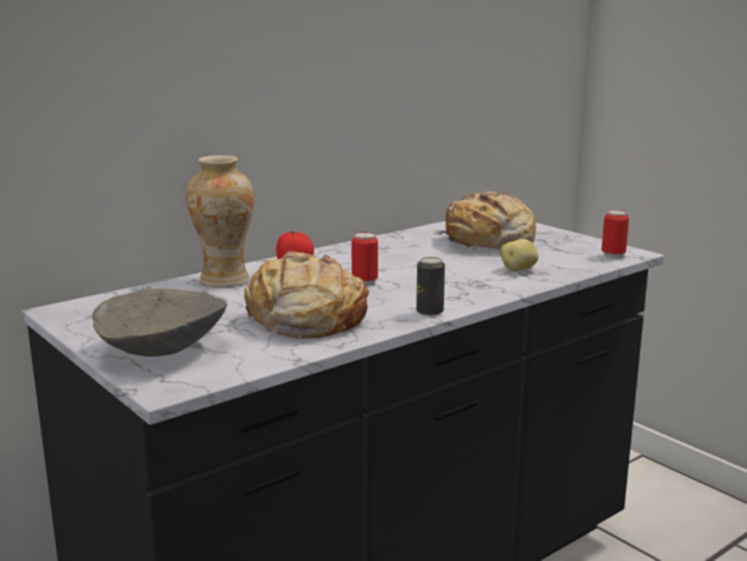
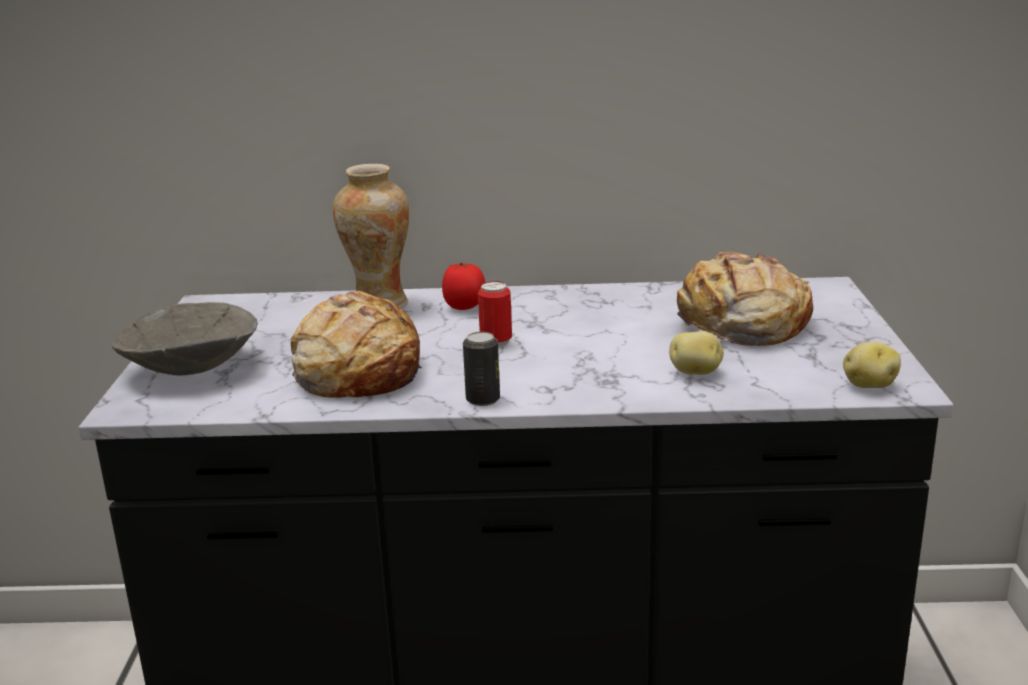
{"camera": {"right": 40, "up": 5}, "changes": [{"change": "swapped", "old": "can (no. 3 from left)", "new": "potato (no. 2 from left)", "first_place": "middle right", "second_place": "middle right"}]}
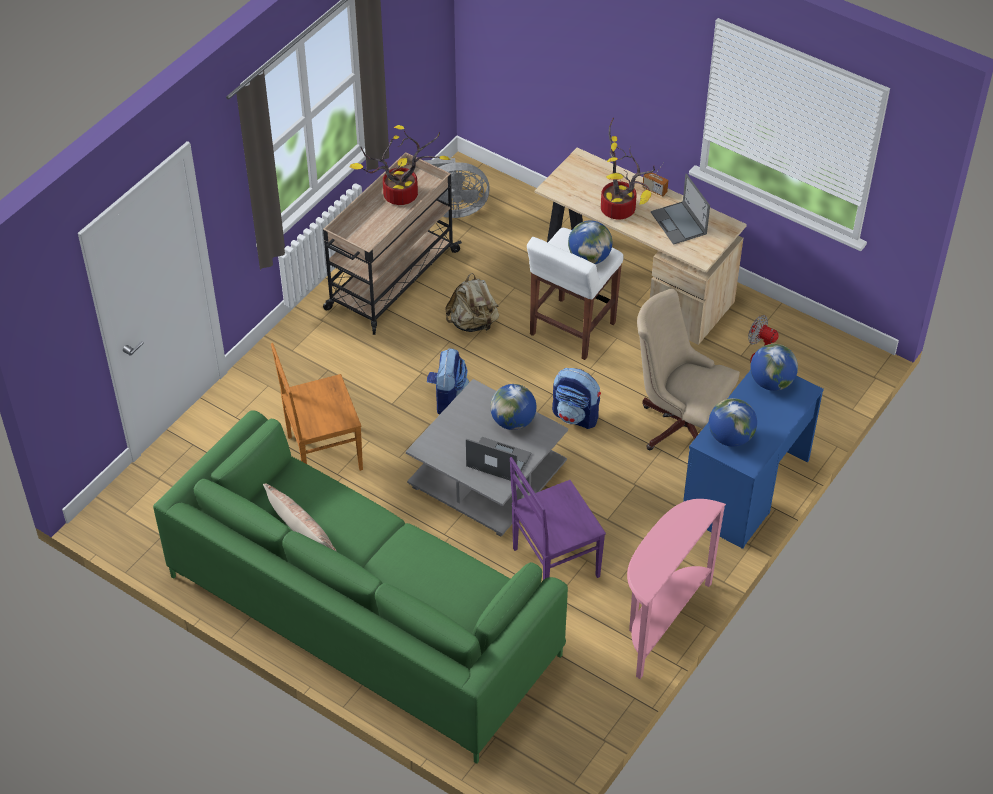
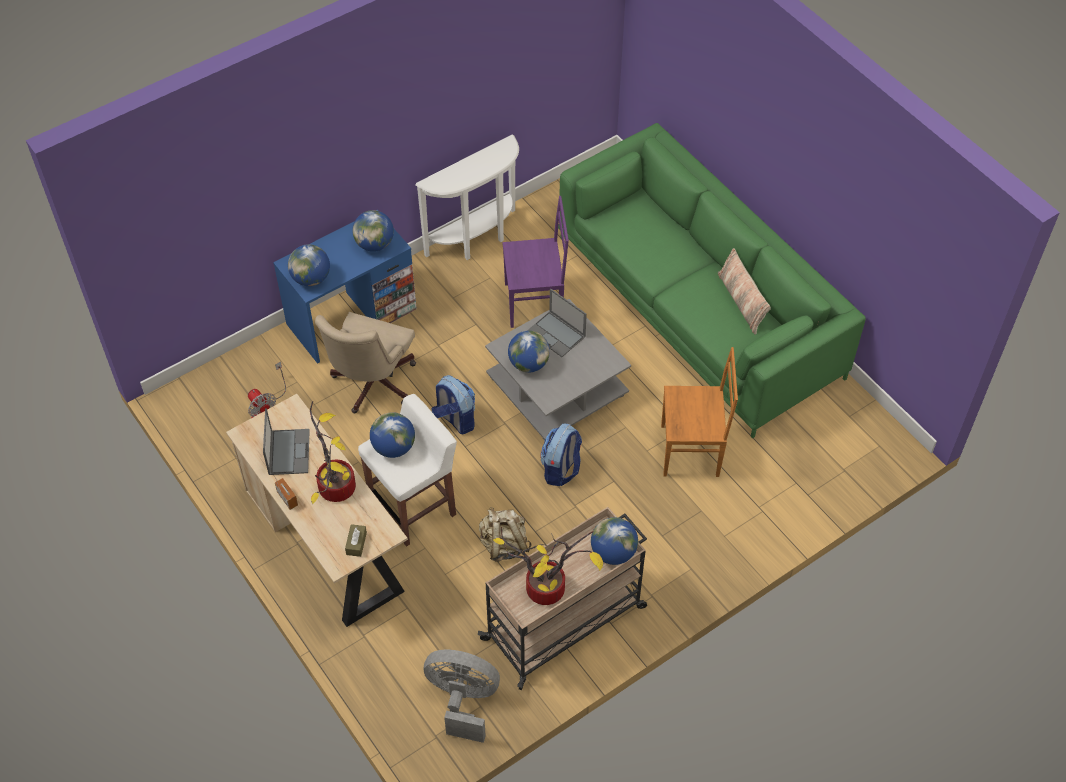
{"camera": {"right": -160, "up": 5}, "changes": [{"change": "repainted", "old": "pinkish hall table", "new": "whitish hall table", "first_place": "bottom right", "second_place": "top centre"}, {"change": "rotated", "old": "beige-coloured office chair", "first_place": "middle right", "second_place": "centre", "degrees": 60}, {"change": "new", "new": "brown tissue box", "second_place": "bottom centre"}, {"change": "new", "new": "desk globe (no. 5 from left)", "second_place": "bottom centre"}]}
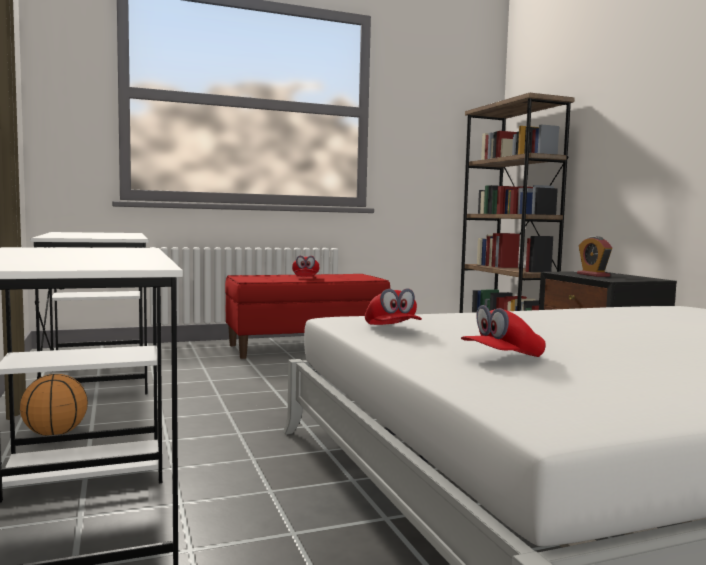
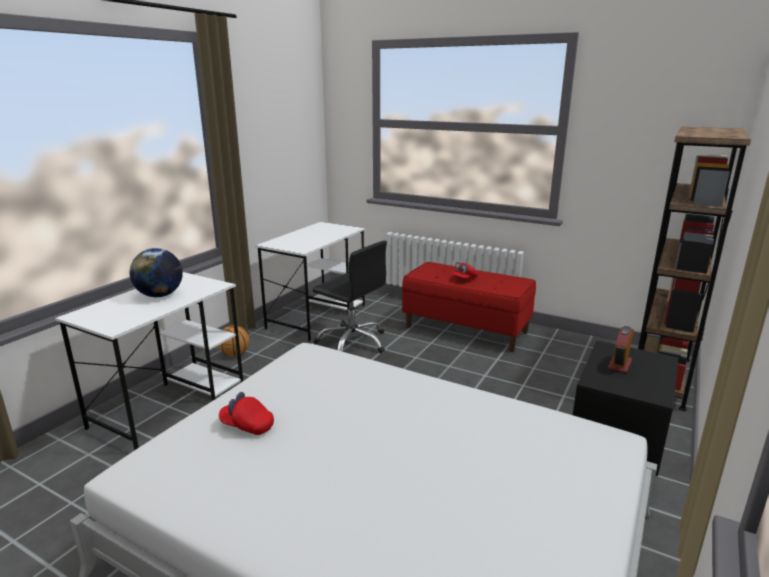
{"camera": {"right": 50, "up": 15}, "changes": [{"change": "gone", "old": "red cap (no. 2 from left)", "first_place": "centre"}, {"change": "new", "new": "desk globe", "second_place": "middle left"}, {"change": "new", "new": "black office chair", "second_place": "centre"}]}
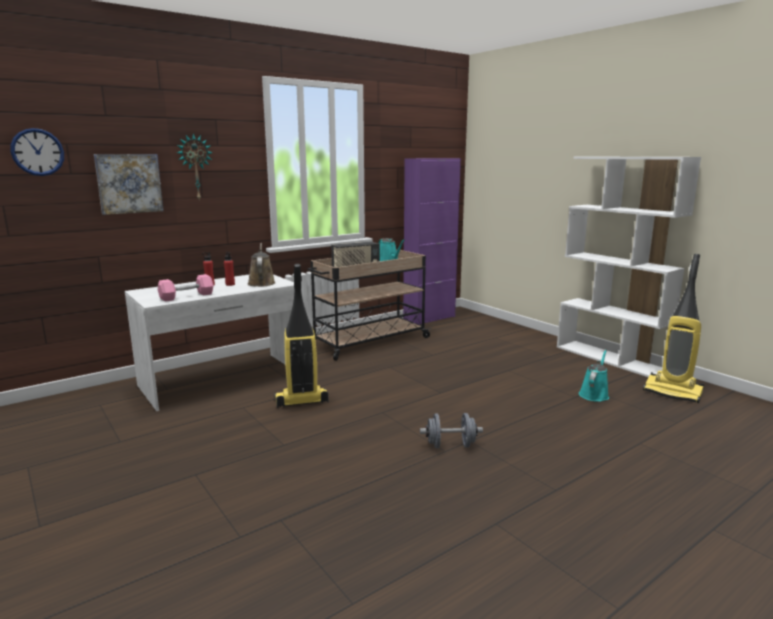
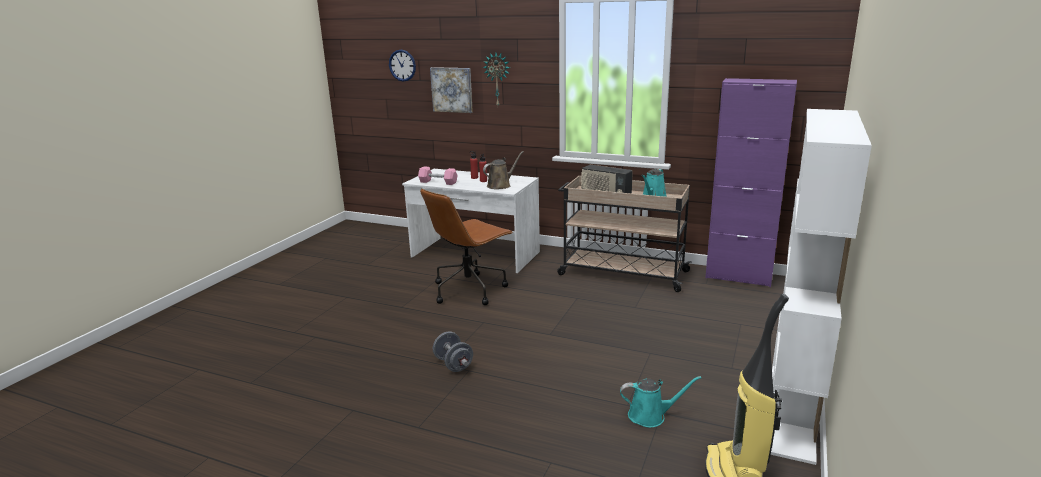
{"camera": {"right": 60, "up": 5}, "changes": [{"change": "swapped", "old": "vacuum (no. 1 from left)", "new": "brown office chair", "first_place": "centre", "second_place": "centre"}]}
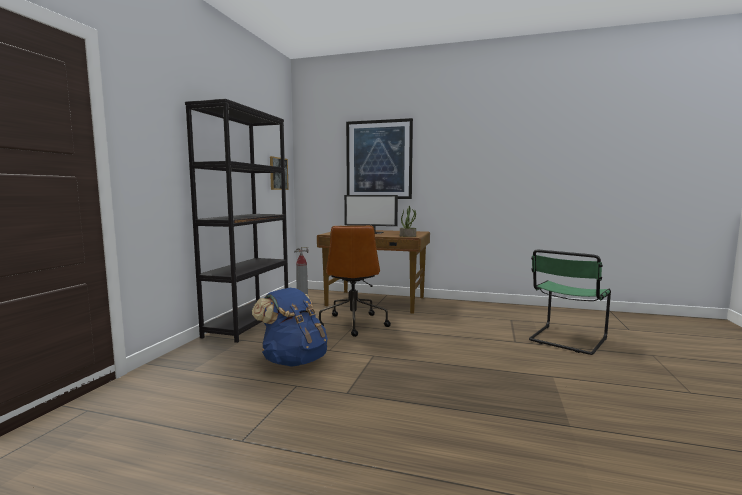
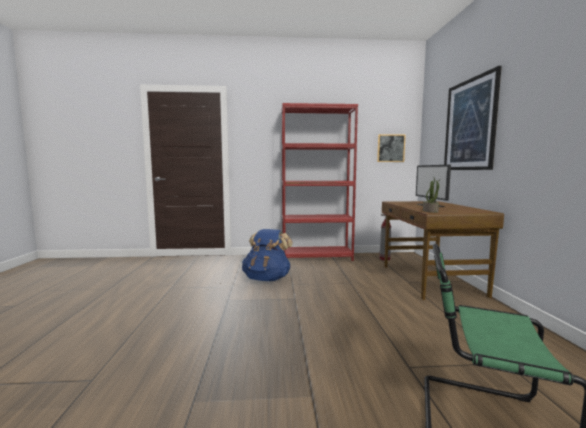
{"camera": {"right": 70, "up": 0}, "changes": [{"change": "repainted", "old": "black bookshelf", "new": "red bookshelf", "first_place": "middle left", "second_place": "centre"}, {"change": "gone", "old": "brown office chair", "first_place": "centre"}]}
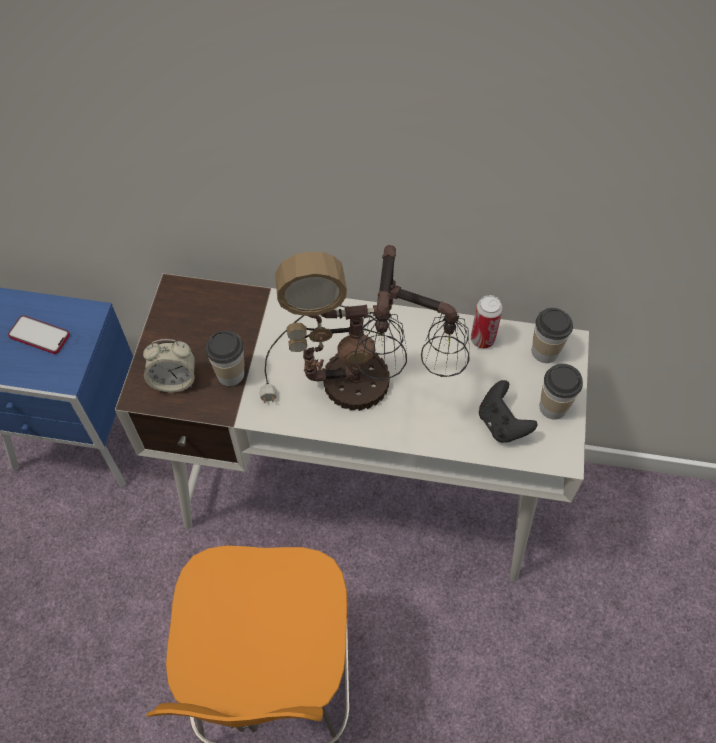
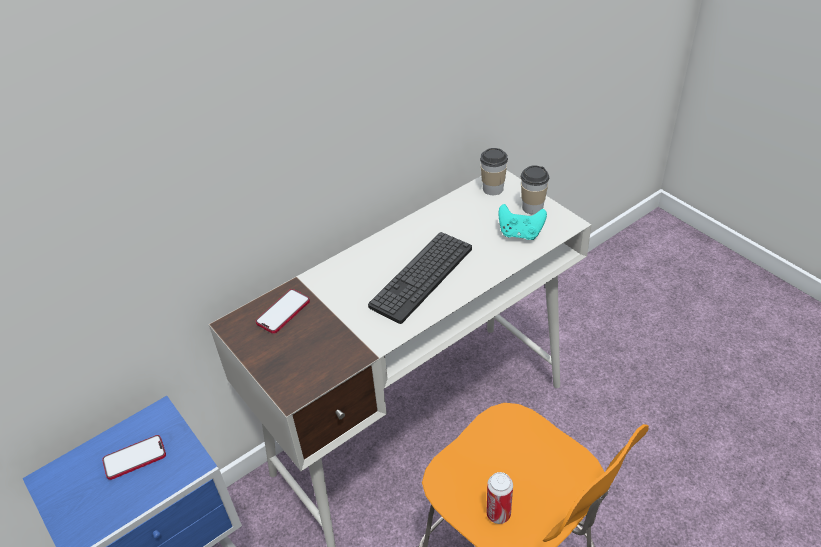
{"camera": {"right": -45, "up": -15}, "changes": [{"change": "gone", "old": "table clock", "first_place": "middle left"}, {"change": "gone", "old": "cup (no. 1 from left)", "first_place": "middle left"}, {"change": "swapped", "old": "lamp for a table", "new": "keyboard", "first_place": "centre", "second_place": "centre"}, {"change": "shifted", "old": "can", "first_place": "middle right", "second_place": "bottom centre"}, {"change": "repainted", "old": "black joypad", "new": "blue-green joypad", "first_place": "middle right", "second_place": "centre"}, {"change": "new", "new": "phone (no. 2 from left)", "second_place": "centre"}]}
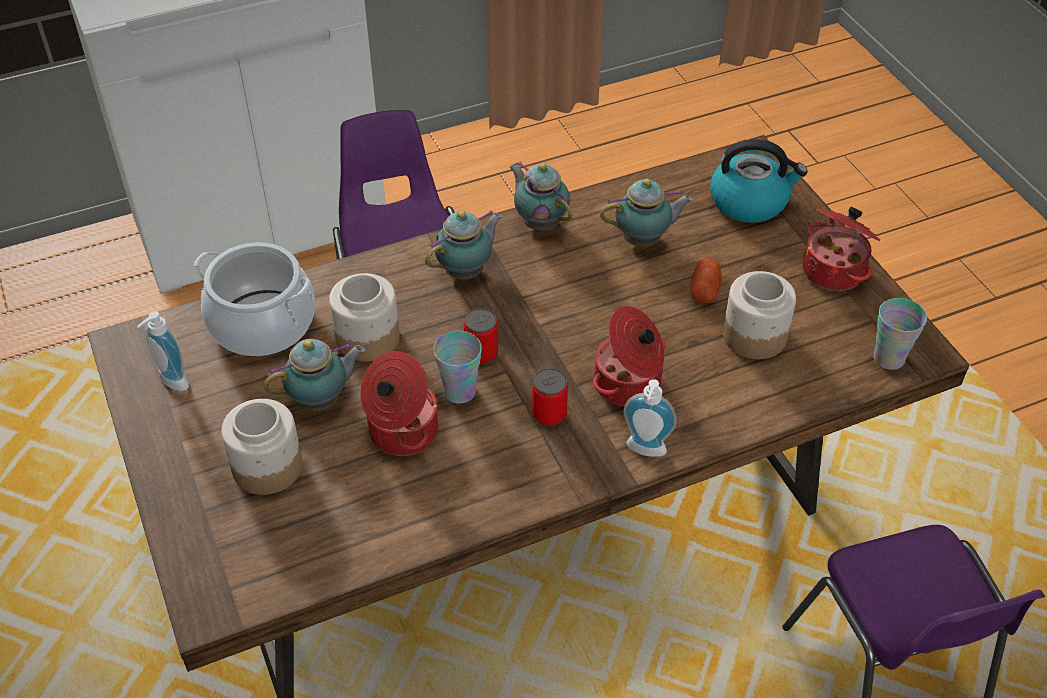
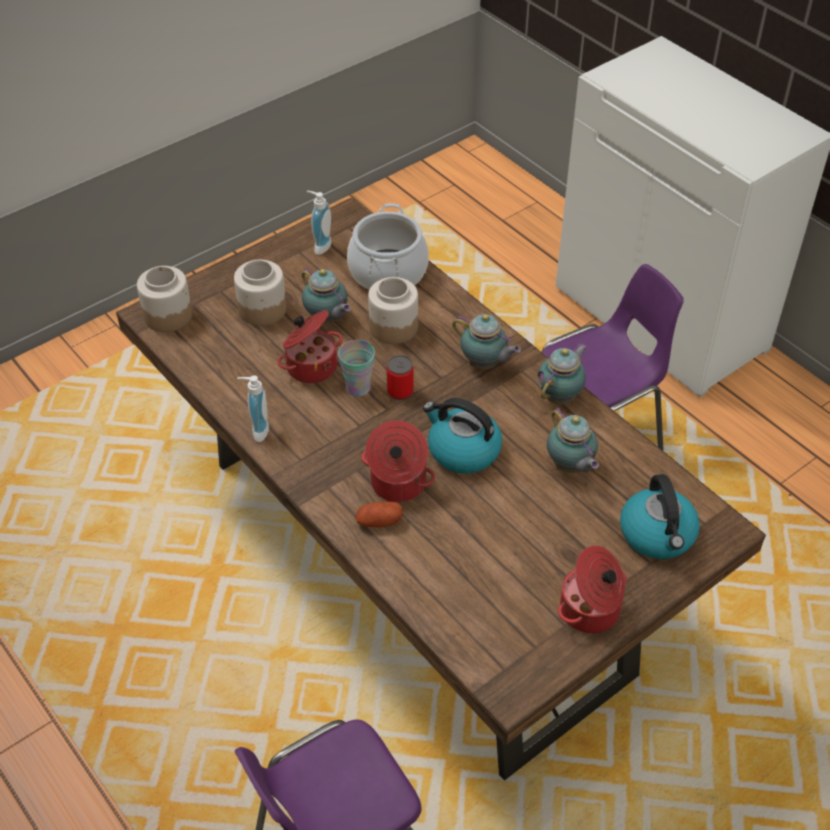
{"camera": {"right": 75, "up": 0}, "changes": [{"change": "gone", "old": "can (no. 2 from left)", "first_place": "centre"}, {"change": "shifted", "old": "soap dispenser (no. 2 from left in the first image)", "new": "soap dispenser (no. 1 from left)", "first_place": "centre", "second_place": "middle left"}, {"change": "shifted", "old": "potato", "first_place": "middle right", "second_place": "centre"}, {"change": "shifted", "old": "preserve jar (no. 3 from left in the first image)", "new": "preserve jar (no. 1 from left)", "first_place": "middle right", "second_place": "middle left"}, {"change": "gone", "old": "cup (no. 2 from left)", "first_place": "middle right"}, {"change": "new", "new": "water kettle (no. 1 from left)", "second_place": "centre"}]}
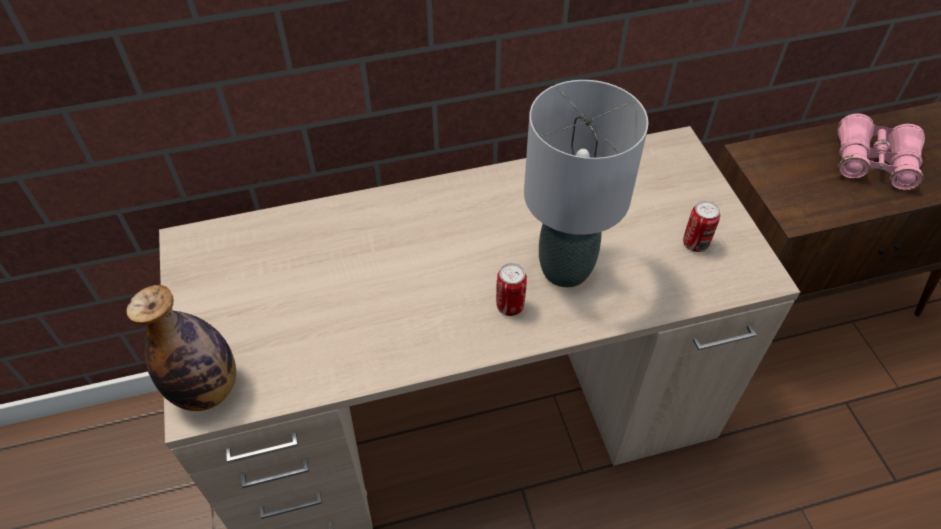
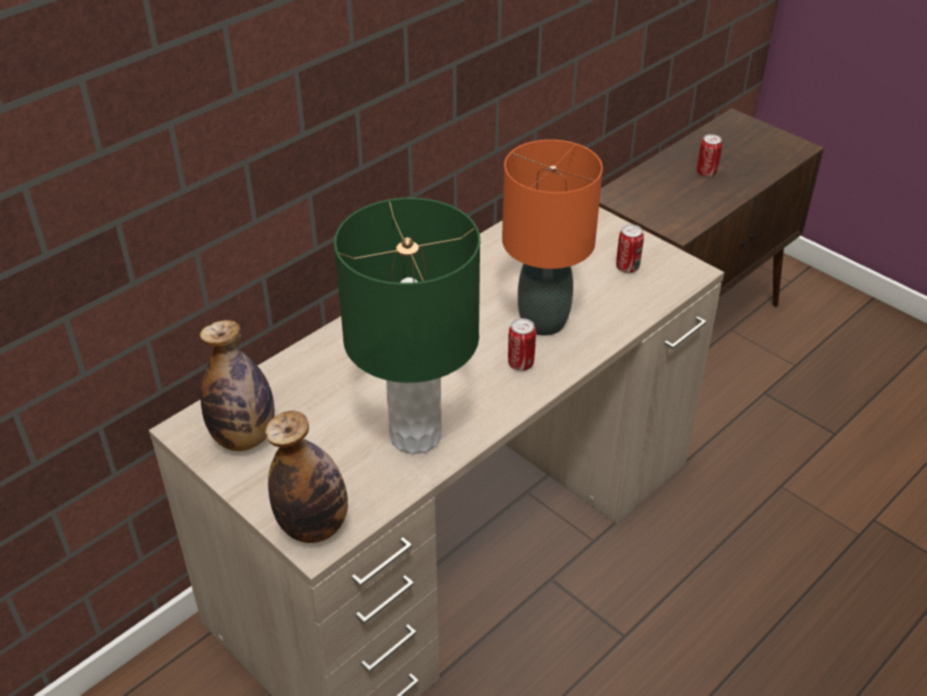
{"camera": {"right": -30, "up": -10}, "changes": [{"change": "repainted", "old": "greyish lamp for a table", "new": "orange-coloured lamp for a table", "first_place": "centre", "second_place": "centre"}, {"change": "swapped", "old": "pinkish binoculars", "new": "can (no. 3 from left)", "first_place": "top right", "second_place": "top right"}, {"change": "new", "new": "drink bottle (no. 1 from left)", "second_place": "middle left"}, {"change": "new", "new": "green-coloured lamp for a table", "second_place": "centre"}]}
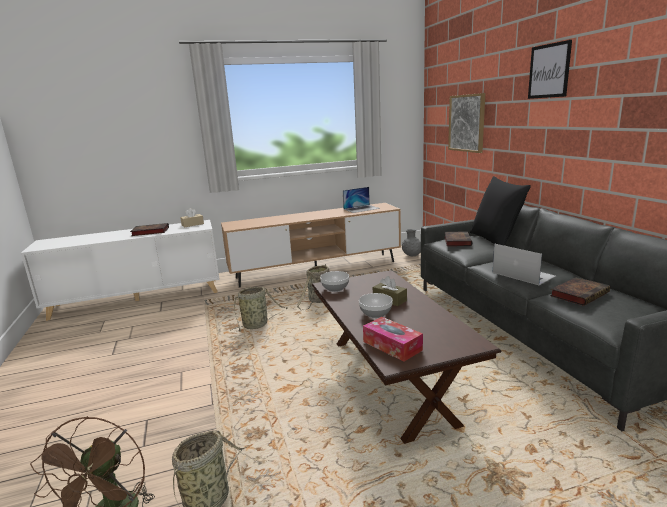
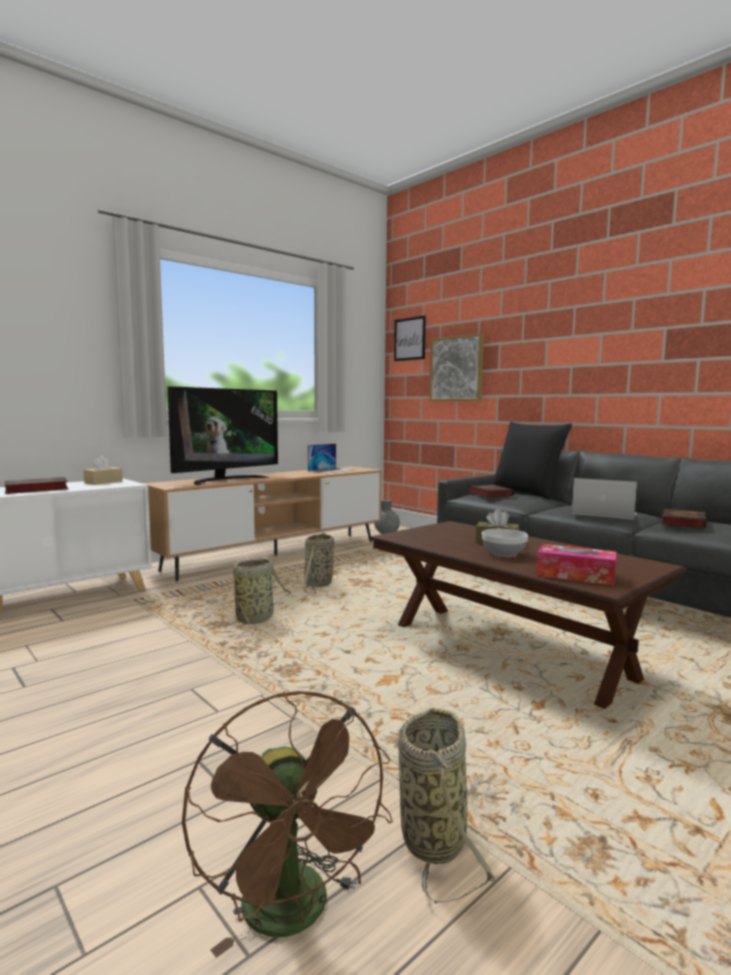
{"camera": {"right": -25, "up": -10}, "changes": [{"change": "gone", "old": "deep dish (no. 1 from left)", "first_place": "centre"}, {"change": "shifted", "old": "picture (no. 2 from left in the first image)", "new": "picture (no. 1 from left)", "first_place": "top right", "second_place": "centre"}, {"change": "new", "new": "television", "second_place": "middle left"}]}
